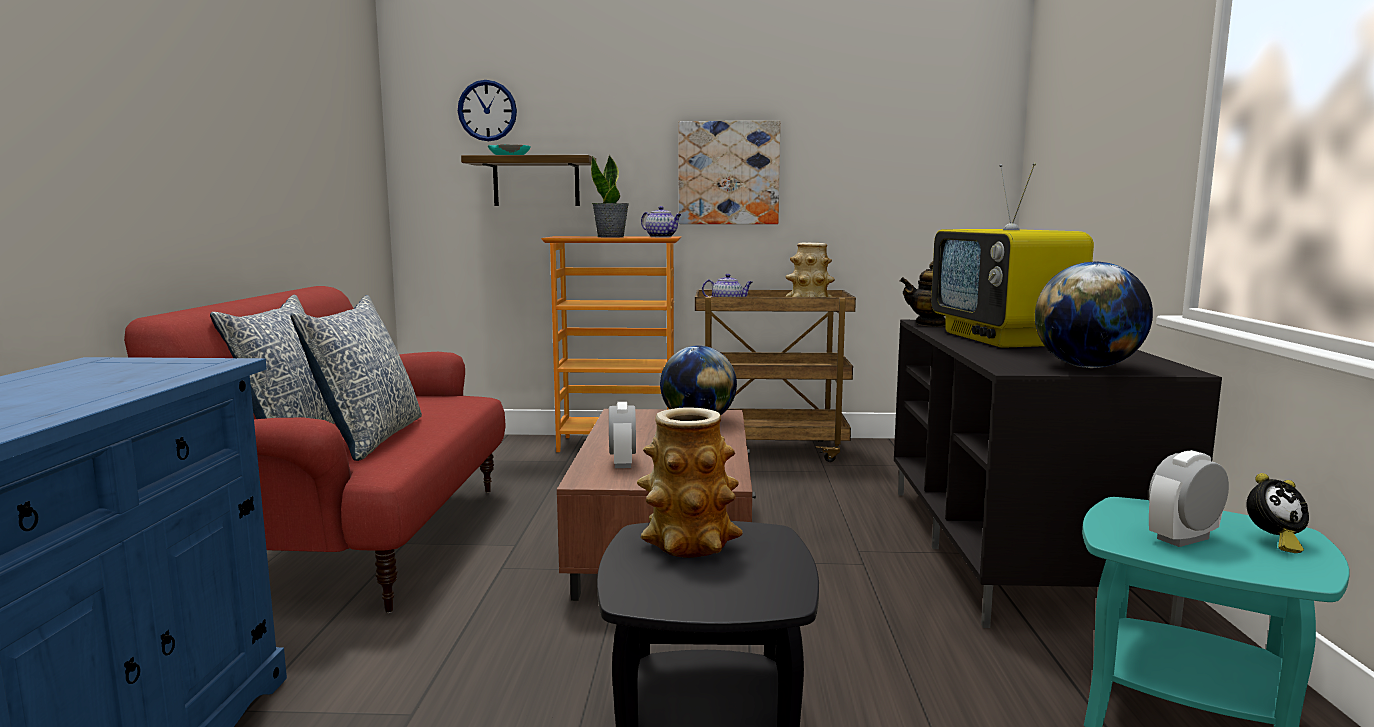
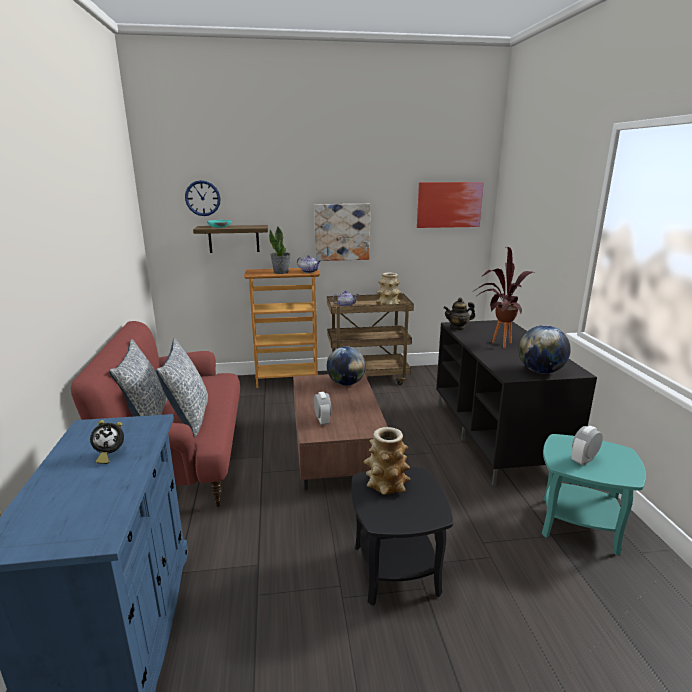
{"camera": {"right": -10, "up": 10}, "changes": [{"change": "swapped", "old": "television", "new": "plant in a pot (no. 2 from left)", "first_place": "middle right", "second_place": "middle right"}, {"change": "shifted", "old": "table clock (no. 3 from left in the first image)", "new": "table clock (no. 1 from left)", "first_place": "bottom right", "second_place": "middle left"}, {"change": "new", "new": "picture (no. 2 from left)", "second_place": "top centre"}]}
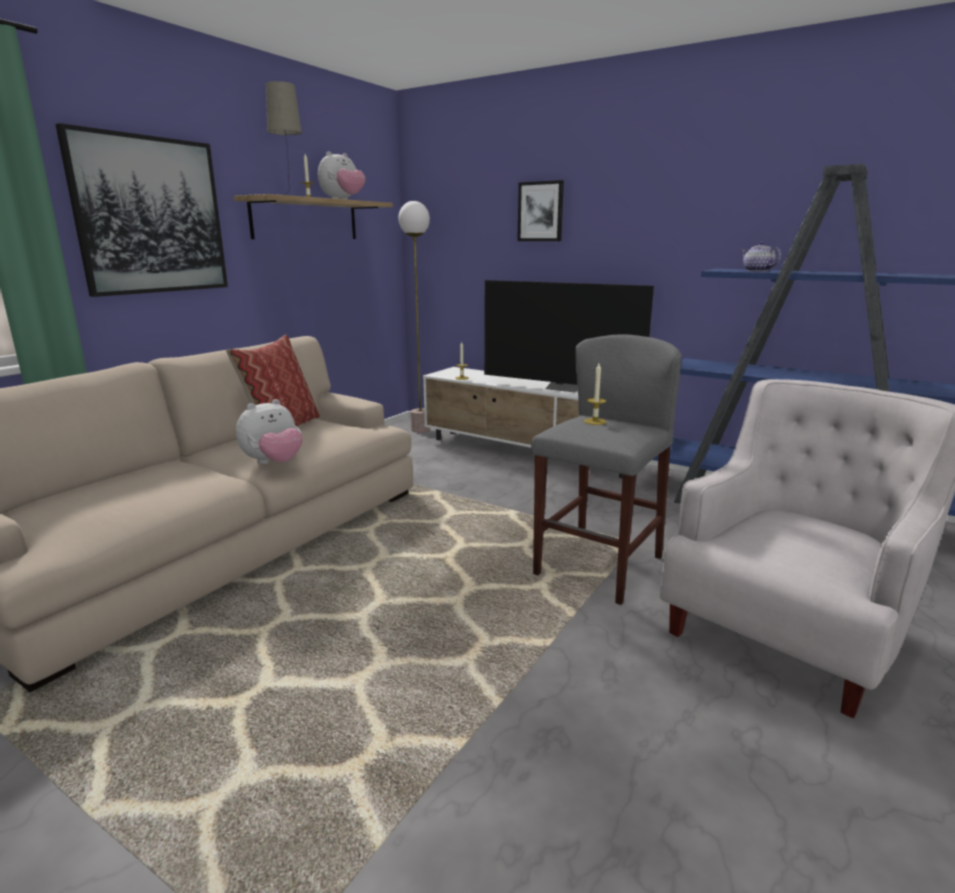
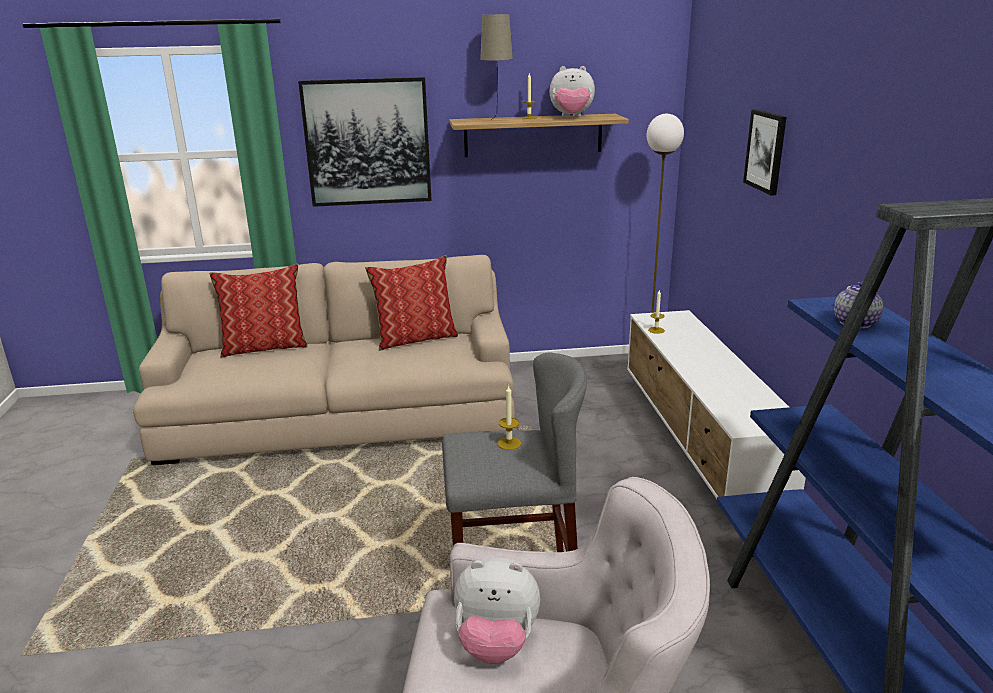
{"camera": {"right": 50, "up": 5}, "changes": [{"change": "shifted", "old": "soft toy (no. 1 from left)", "first_place": "middle left", "second_place": "bottom centre"}, {"change": "gone", "old": "television", "first_place": "centre"}, {"change": "new", "new": "pillow (no. 1 from left)", "second_place": "middle left"}]}
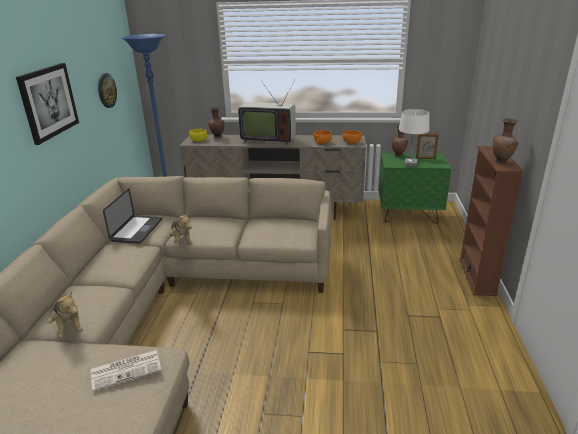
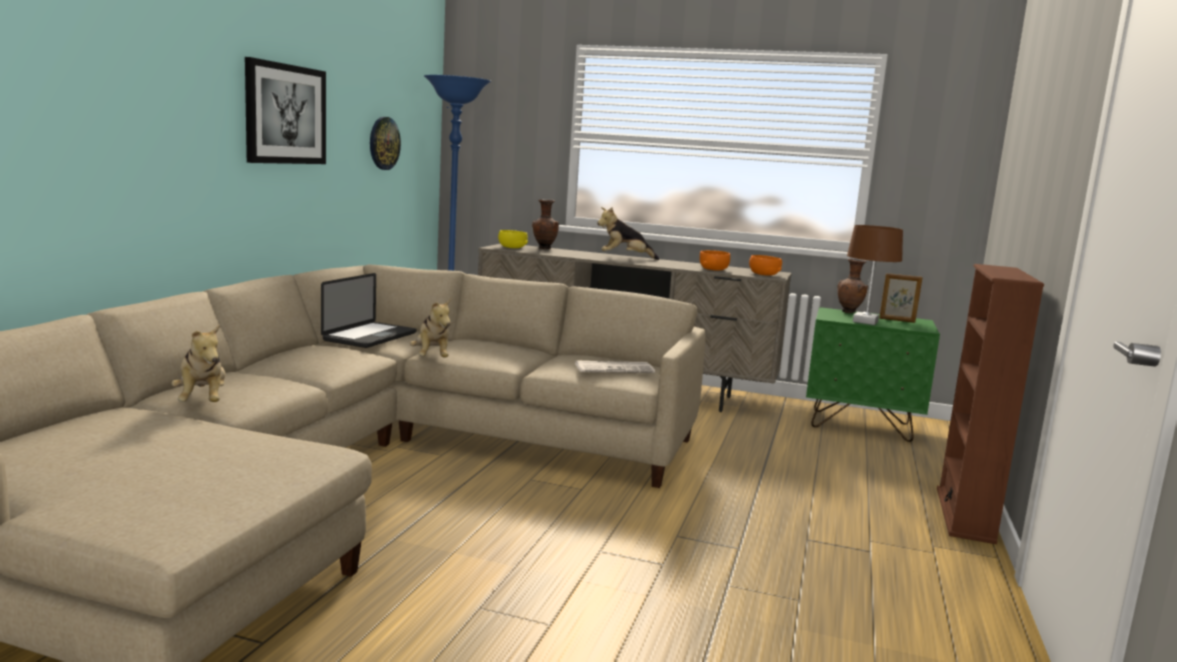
{"camera": {"right": 10, "up": -15}, "changes": [{"change": "shifted", "old": "newspaper", "first_place": "bottom left", "second_place": "centre"}, {"change": "swapped", "old": "television", "new": "soft toy (no. 3 from left)", "first_place": "top centre", "second_place": "centre"}, {"change": "repainted", "old": "whitish lamp for a table", "new": "brown lamp for a table", "first_place": "top right", "second_place": "middle right"}, {"change": "gone", "old": "brown flower vase (no. 3 from left)", "first_place": "top right"}]}
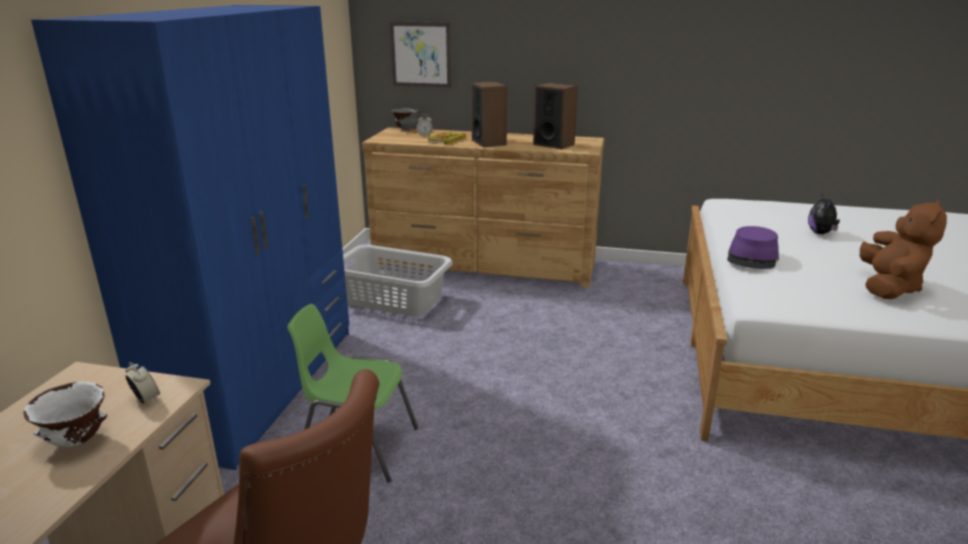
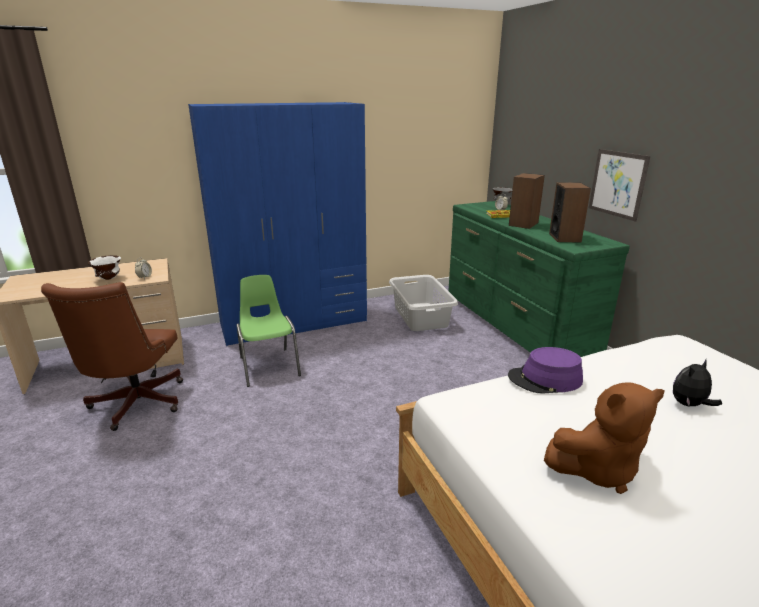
{"camera": {"right": 55, "up": 0}, "changes": [{"change": "repainted", "old": "brown drawer chest", "new": "green-coloured drawer chest", "first_place": "centre", "second_place": "middle right"}, {"change": "shifted", "old": "picture", "first_place": "top centre", "second_place": "top right"}]}
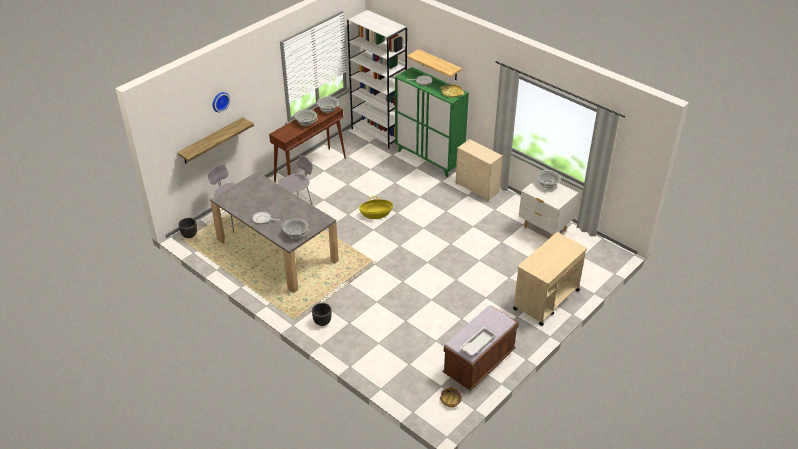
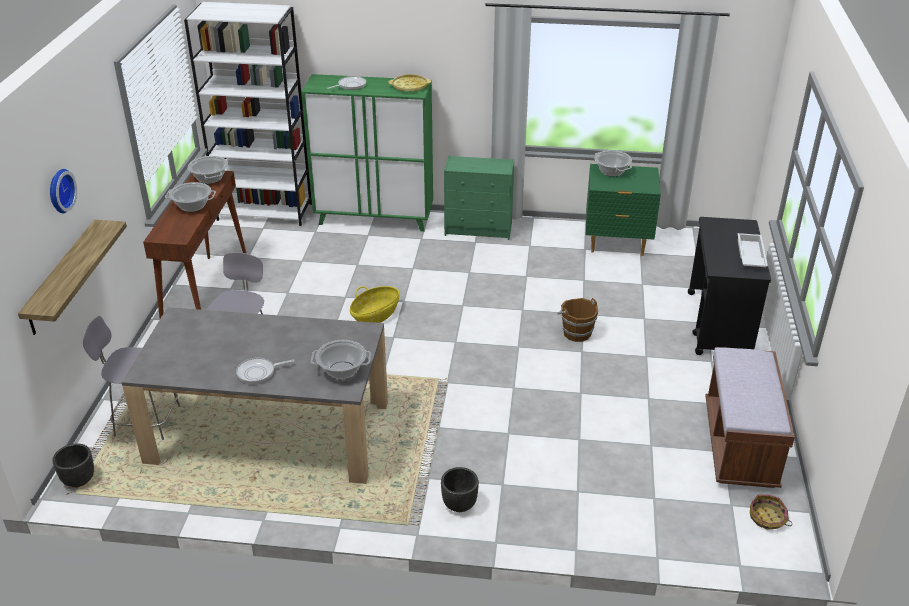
{"camera": {"right": -35, "up": -5}, "changes": [{"change": "gone", "old": "shelf (no. 2 from left)", "first_place": "top centre"}, {"change": "repainted", "old": "beige-coloured drawer chest", "new": "green-coloured drawer chest", "first_place": "centre", "second_place": "top centre"}, {"change": "shifted", "old": "whitish carrying tray", "first_place": "bottom centre", "second_place": "middle right"}, {"change": "repainted", "old": "beige-coloured wheeled cart", "new": "black wheeled cart", "first_place": "middle right", "second_place": "middle right"}, {"change": "repainted", "old": "whitish night table", "new": "green-coloured night table", "first_place": "middle right", "second_place": "middle right"}, {"change": "new", "new": "brown pail", "second_place": "centre"}]}
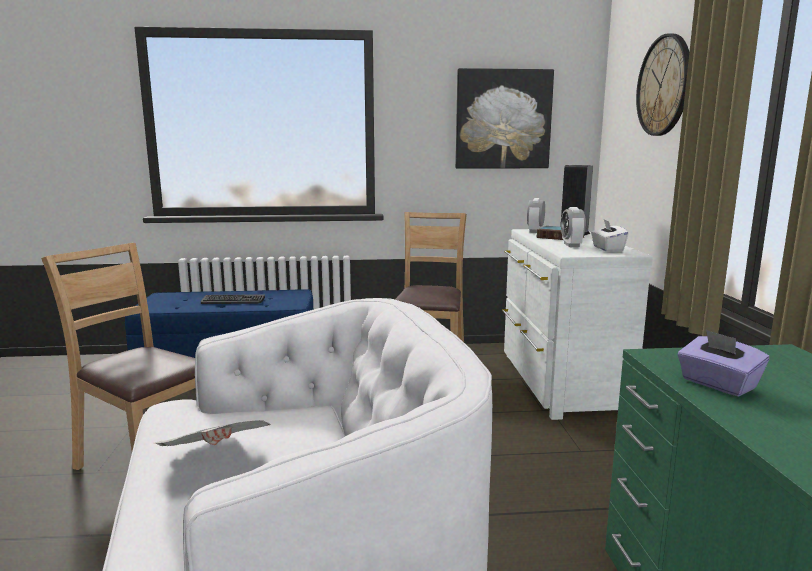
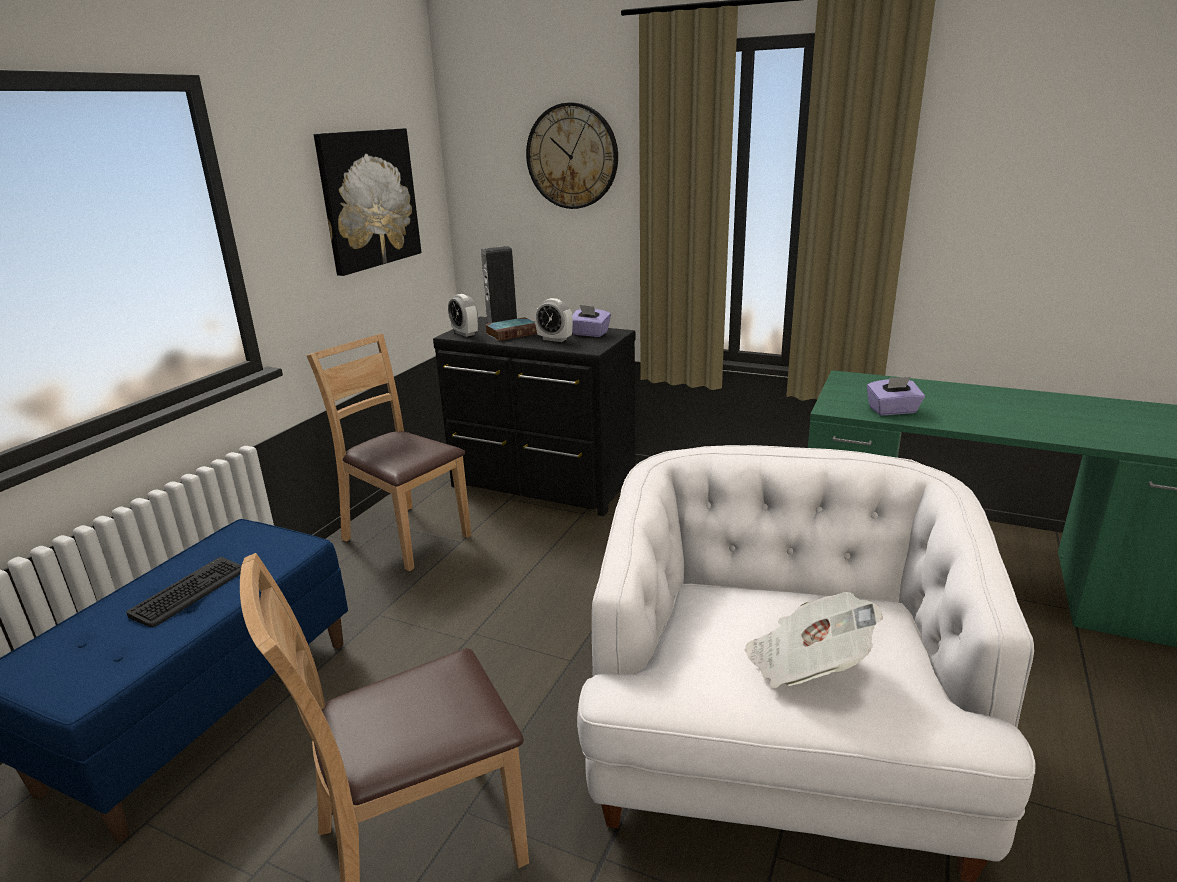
{"camera": {"right": -60, "up": 10}, "changes": [{"change": "repainted", "old": "whitish drawer chest", "new": "black drawer chest", "first_place": "middle right", "second_place": "centre"}, {"change": "repainted", "old": "whitish tissue box", "new": "purple-coloured tissue box (no. 1 from left)", "first_place": "middle right", "second_place": "centre"}]}
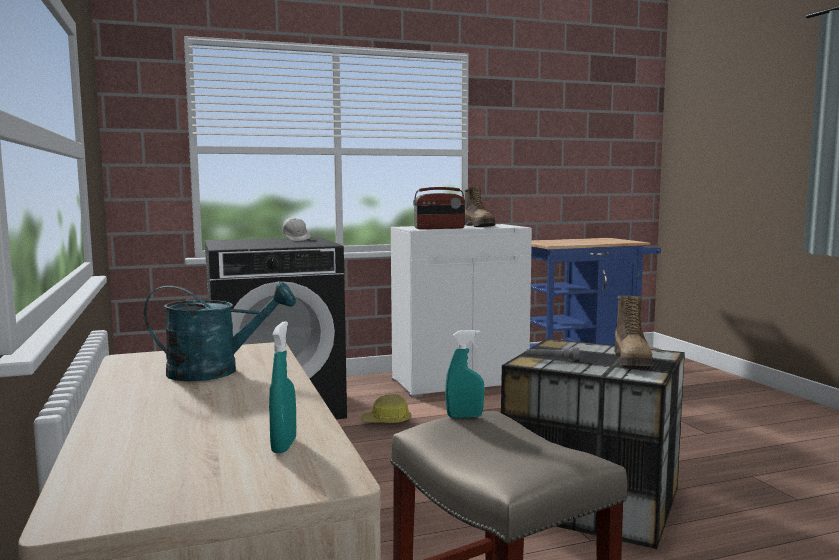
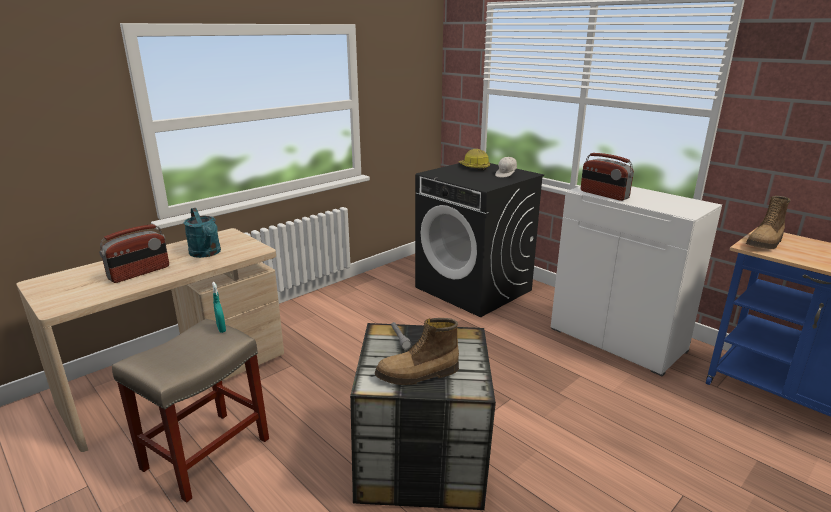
{"camera": {"right": 65, "up": 15}, "changes": [{"change": "gone", "old": "blue-green spray bottle (no. 1 from left)", "first_place": "bottom centre"}, {"change": "shifted", "old": "safety helmet", "first_place": "bottom centre", "second_place": "top centre"}, {"change": "shifted", "old": "tall boot (no. 1 from left in the first image)", "new": "tall boot (no. 2 from left)", "first_place": "centre", "second_place": "middle right"}, {"change": "new", "new": "radio receiver (no. 1 from left)", "second_place": "middle left"}]}
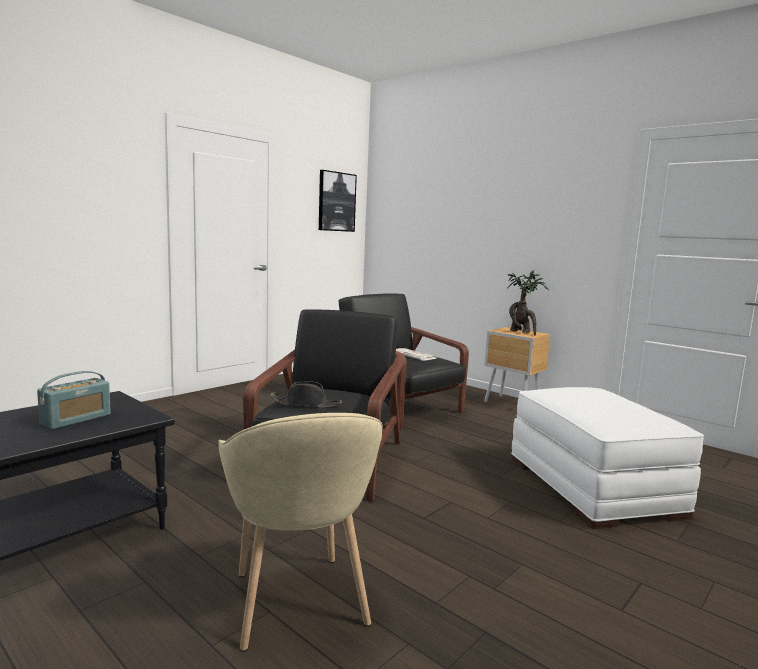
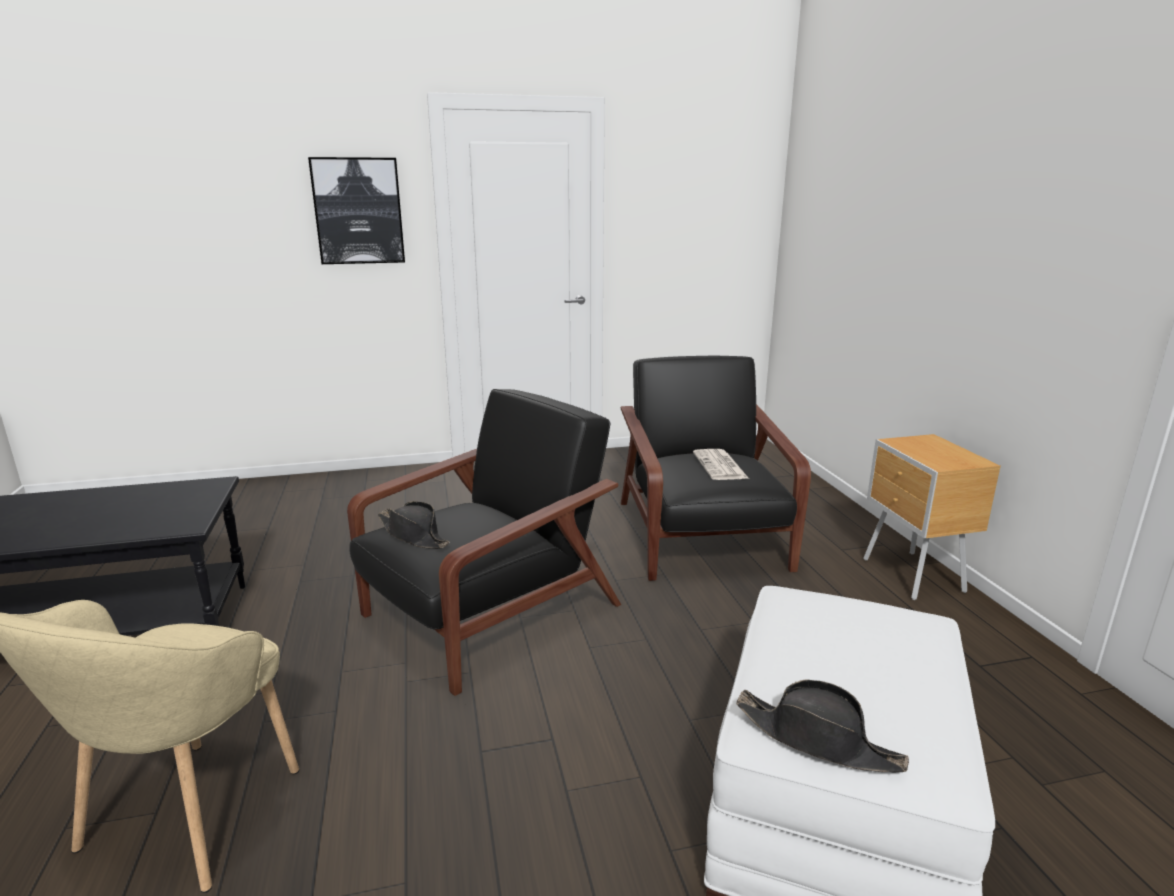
{"camera": {"right": 35, "up": 10}, "changes": [{"change": "gone", "old": "radio receiver", "first_place": "middle left"}, {"change": "shifted", "old": "picture", "first_place": "top centre", "second_place": "top left"}, {"change": "gone", "old": "plant in a pot", "first_place": "middle right"}, {"change": "new", "new": "black wearable hat (no. 2 from left)", "second_place": "bottom right"}]}
